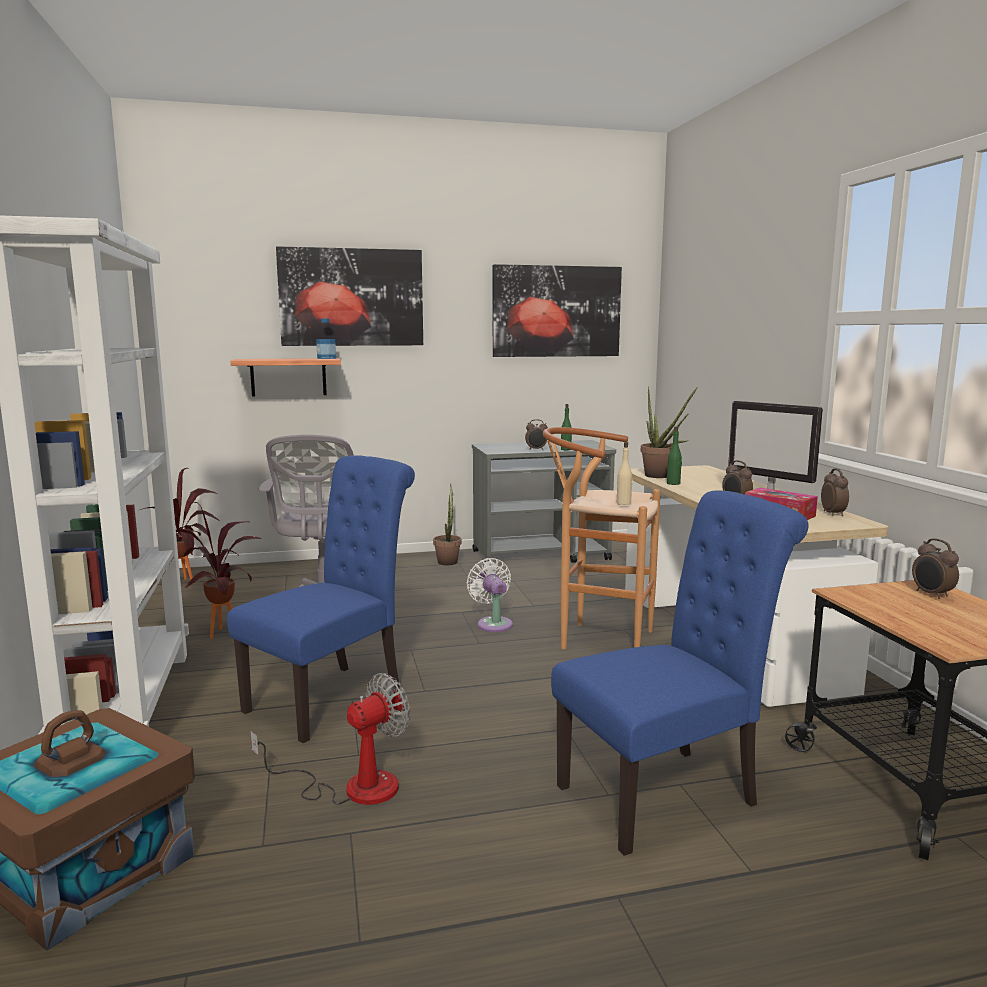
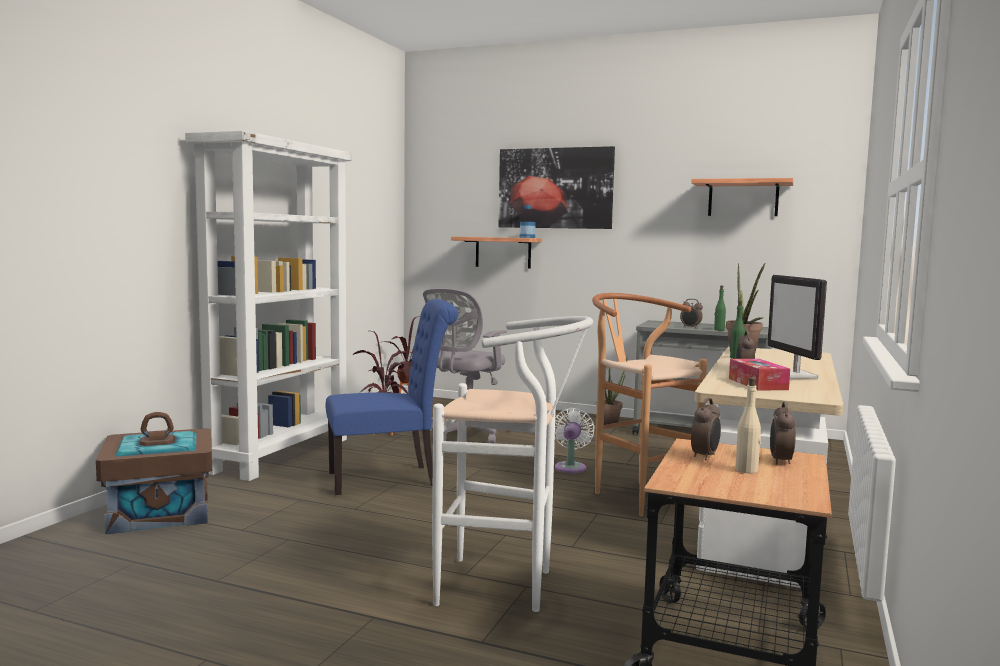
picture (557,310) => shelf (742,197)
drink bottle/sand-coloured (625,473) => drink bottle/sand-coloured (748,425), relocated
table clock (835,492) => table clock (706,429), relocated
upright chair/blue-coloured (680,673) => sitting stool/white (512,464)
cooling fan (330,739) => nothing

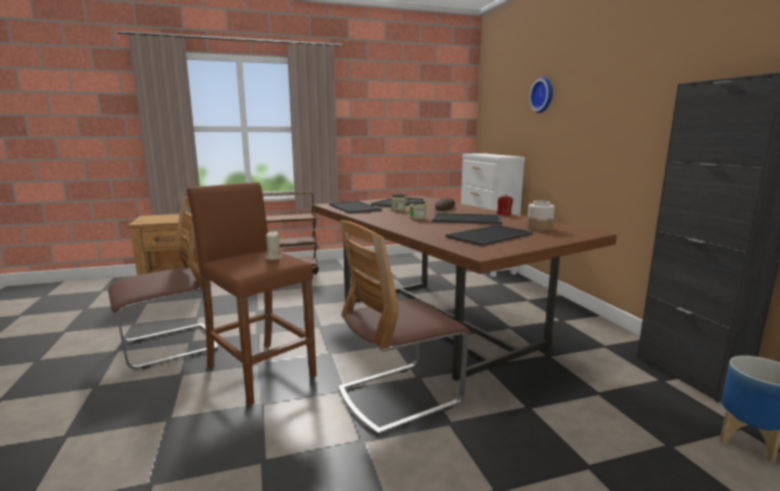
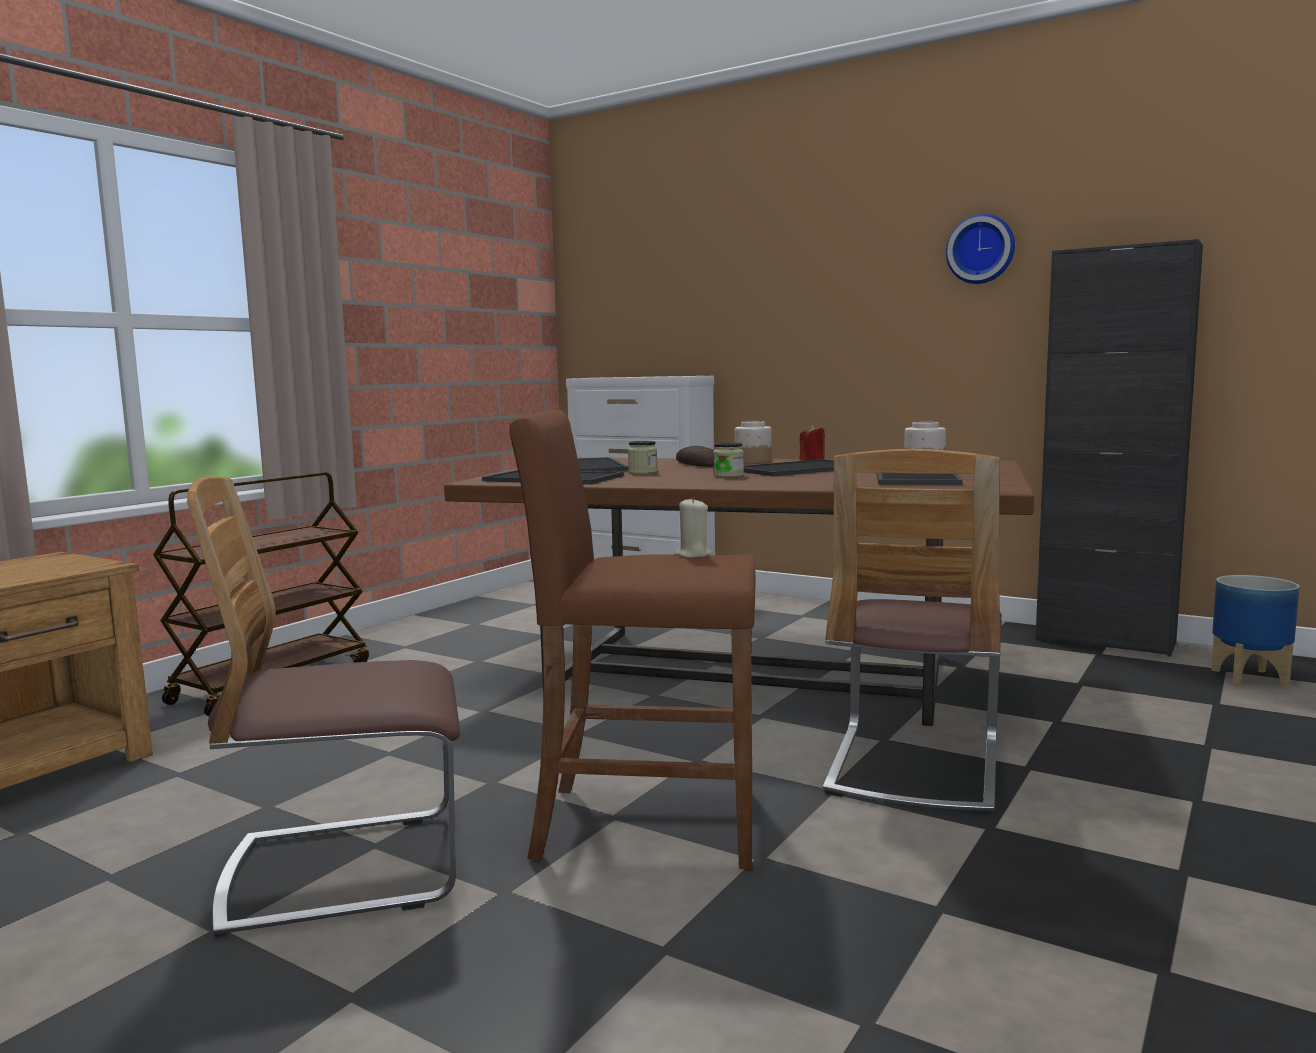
clock on the wall (541,95) => clock on the wall (980,249), relocated
upright chair (163,283) => upright chair (323,707), 120 degrees counterclockwise
nothing => jar (753,442)

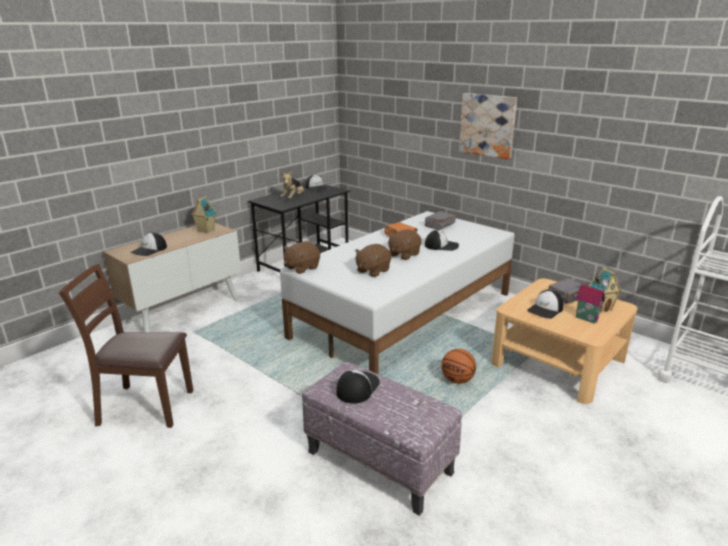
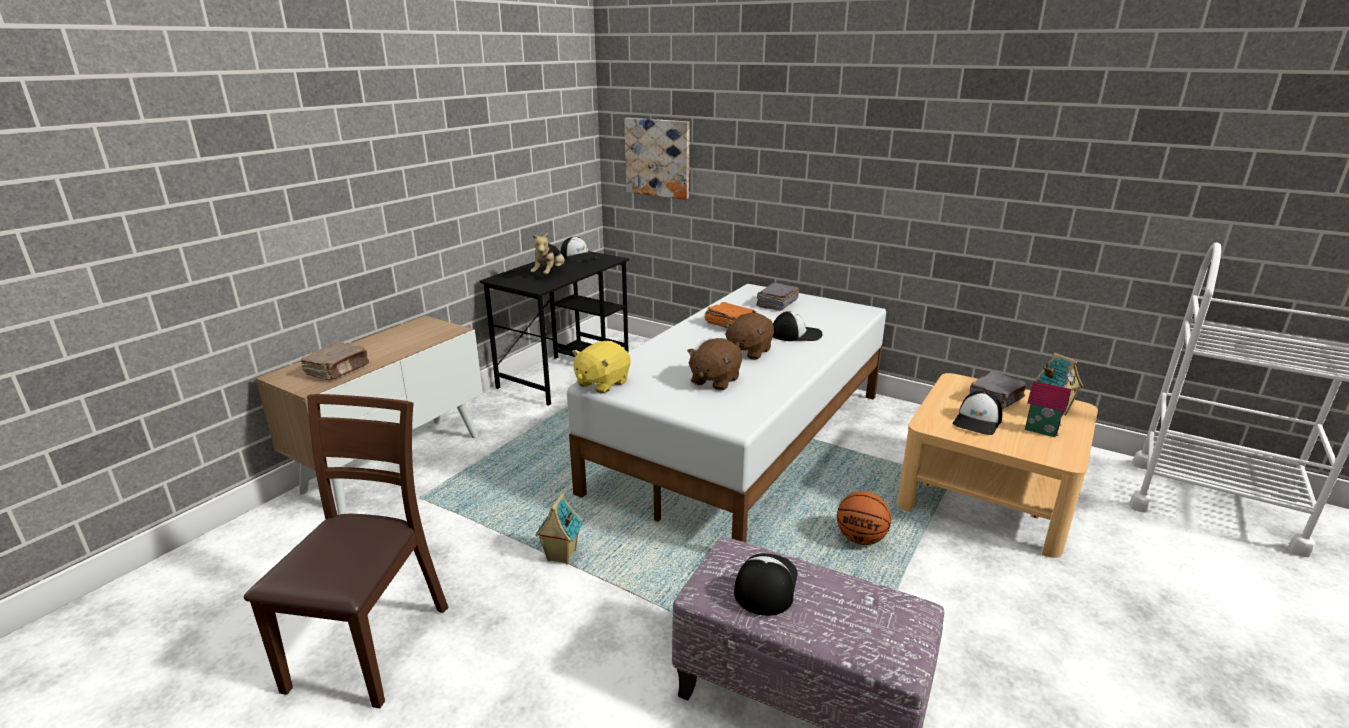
picture (488,126) => picture (657,159), relocated
model house (204,214) => model house (559,529), relocated
peaked cap (149,244) => volume/brown-coloured (335,361)
plush toy/brown-coloured (302,257) => plush toy/yellow-coloured (601,367)
upright chair/brown-coloured (126,346) => upright chair/brown-coloured (346,551), 105 degrees clockwise

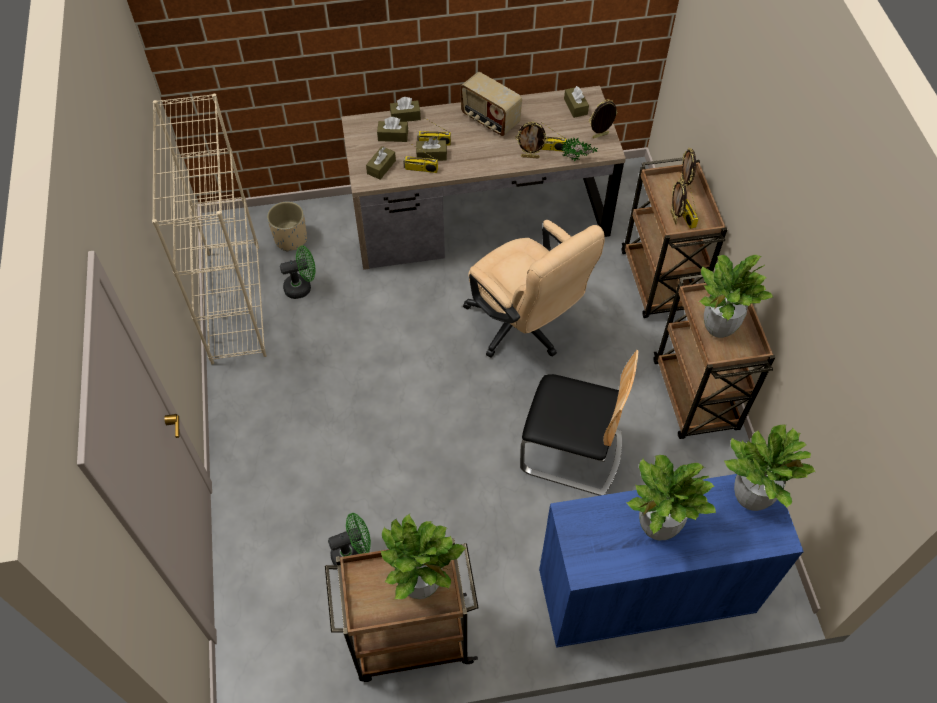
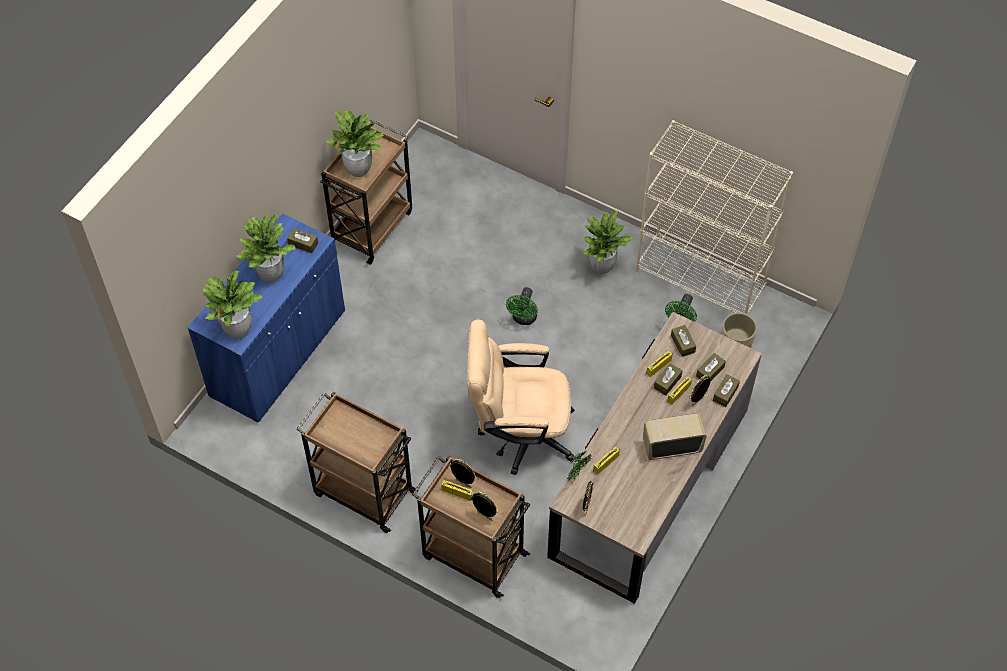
tissue box/brown-coloured (576,102) => tissue box/brown-coloured (302,240), relocated
photo frame (531,140) => photo frame (699,391), relocated
potted plant (736,296) => potted plant (608,242), relocated
upright chair (579,423) => nothing
cooling fan/green (349,539) => cooling fan/green (522,306), relocated

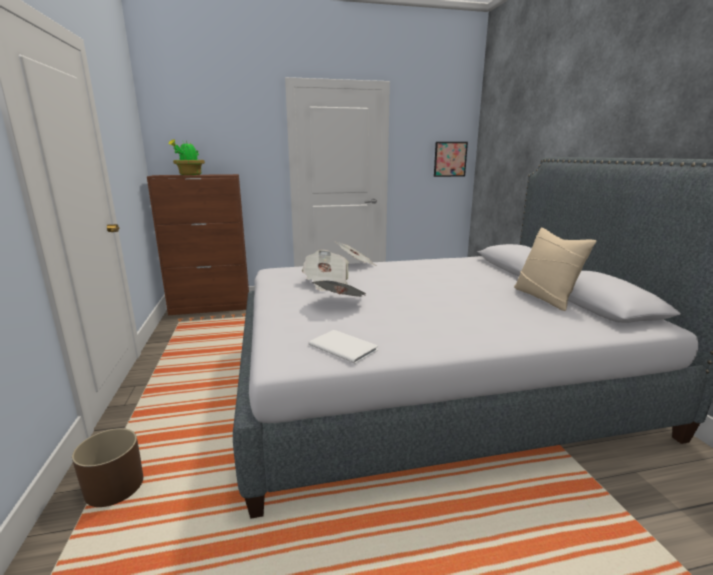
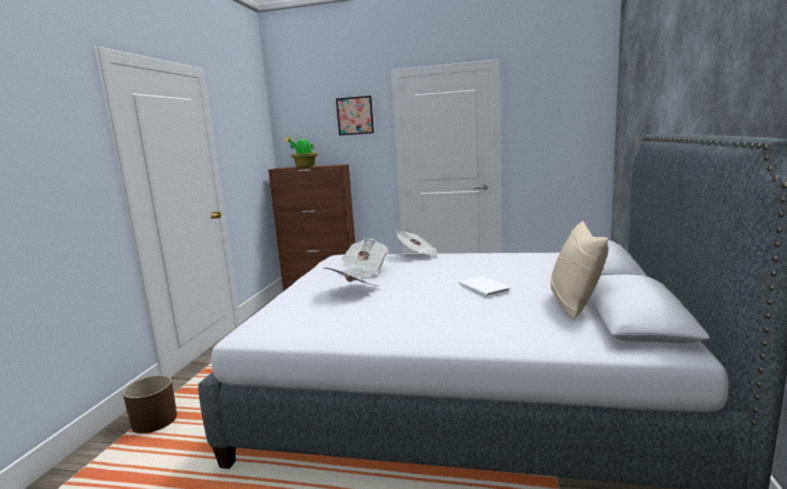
picture (451,159) => picture (355,115), relocated
volume/white (343,347) => volume/white (485,286), relocated

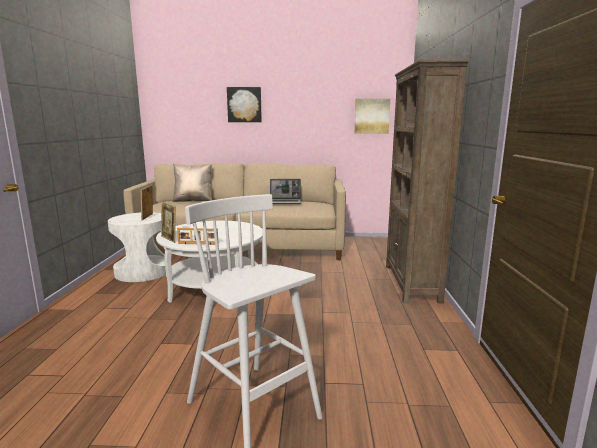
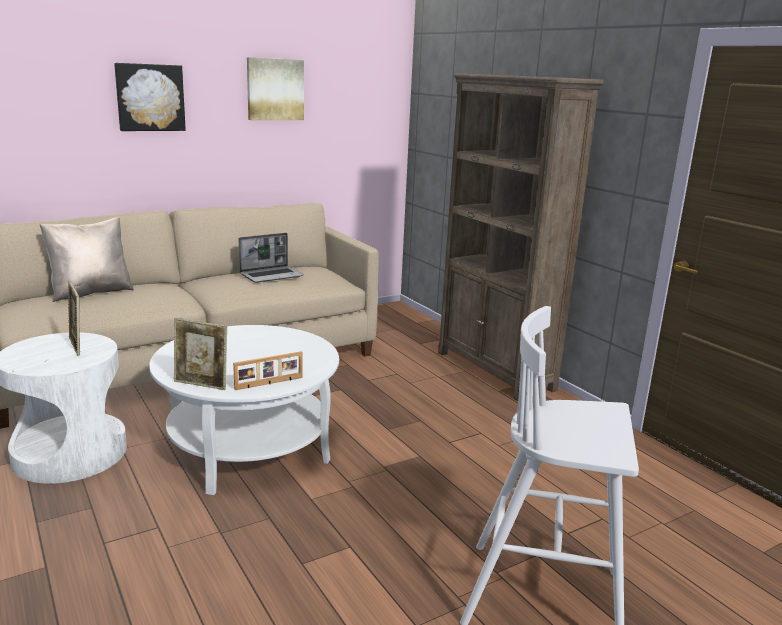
picture (372,116) => picture (275,88), relocated

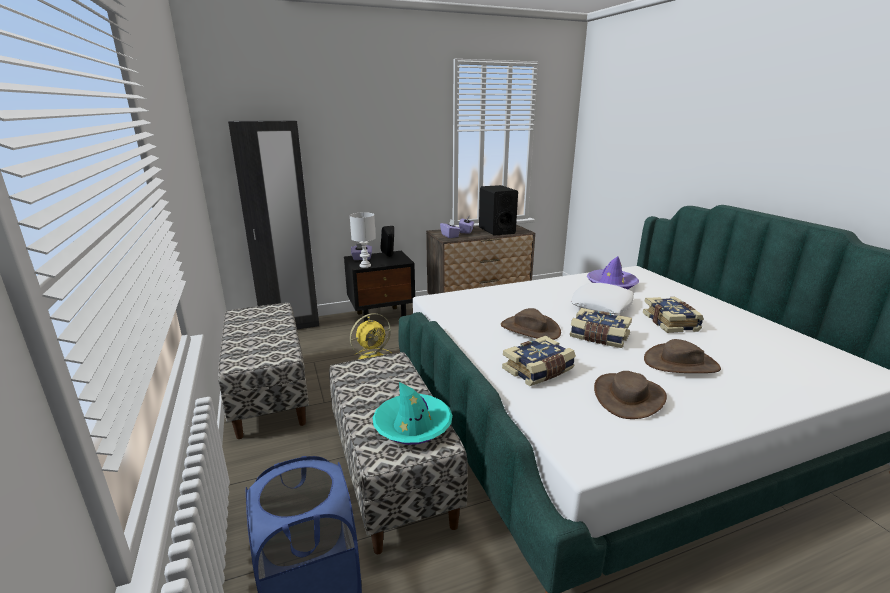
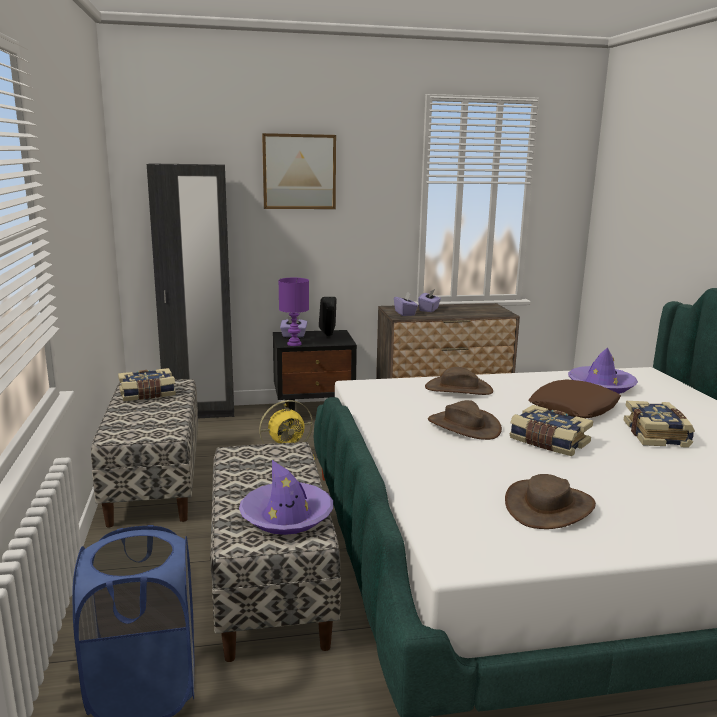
loudspeaker/black (498,210) => nothing
lamp for a table/white (363,240) => lamp for a table/purple-coloured (293,312)
cushion/white (602,298) => cushion/brown-coloured (575,398)
volume (539,361) => volume (147,384), relocated
hat/brown-coloured (682,356) => hat/brown-coloured (459,381), relocated
hat/turquoise (413,413) => hat/purple-coloured (286,497)
nothing => picture (299,171)

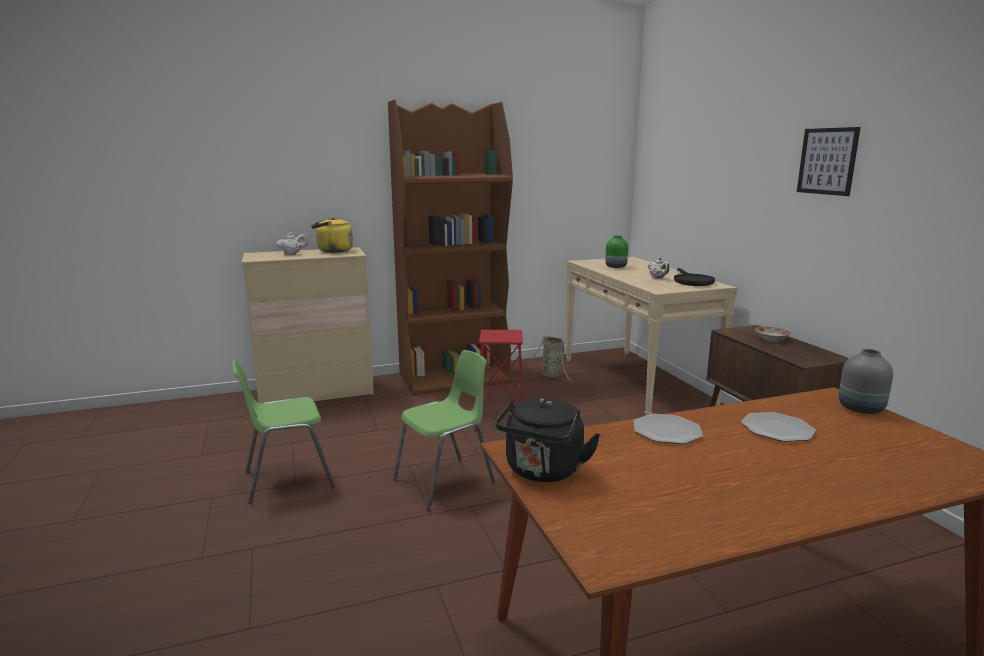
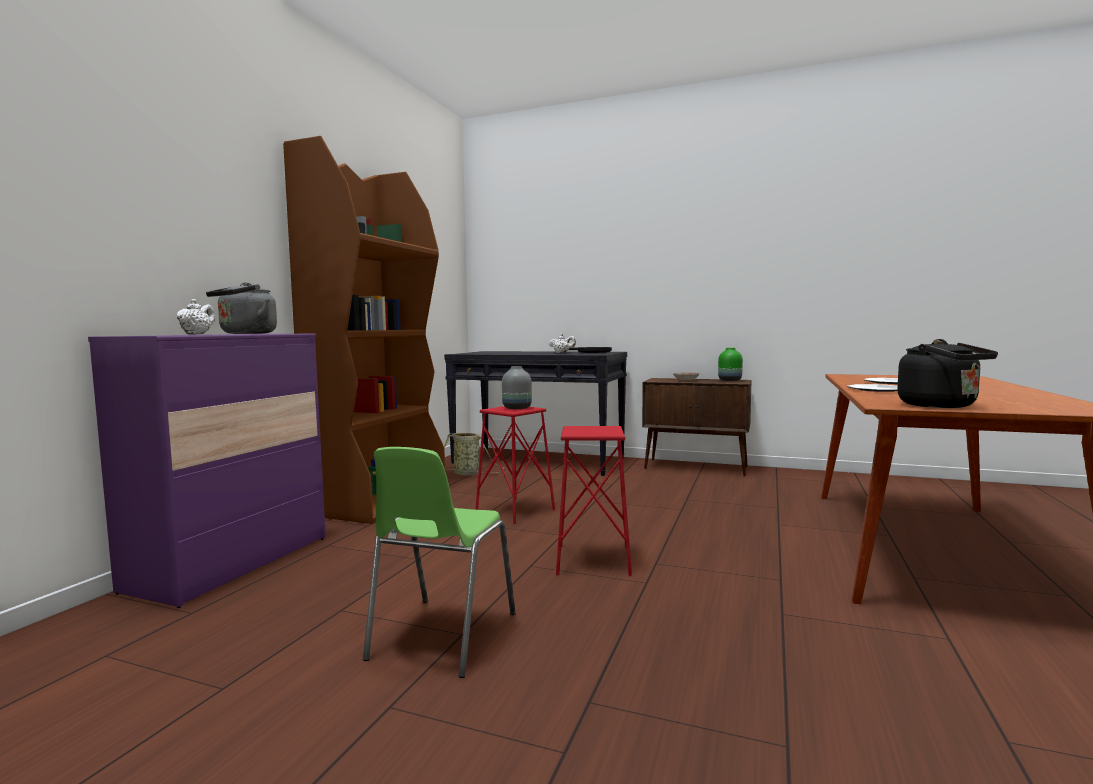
picture (829,161) => nothing
kettle/yellow-coloured (332,235) => kettle/greyish (241,308)
decorative vase/green (616,252) => decorative vase/green (730,364), relocated
dresser/sand-coloured (308,325) => dresser/purple-coloured (207,470)
console table/sand-coloured (652,336) => console table/black (535,413)
decorative vase/greyish (866,381) => decorative vase/greyish (517,387), relocated
upright chair/green (444,430) => sitting stool/red (594,501)

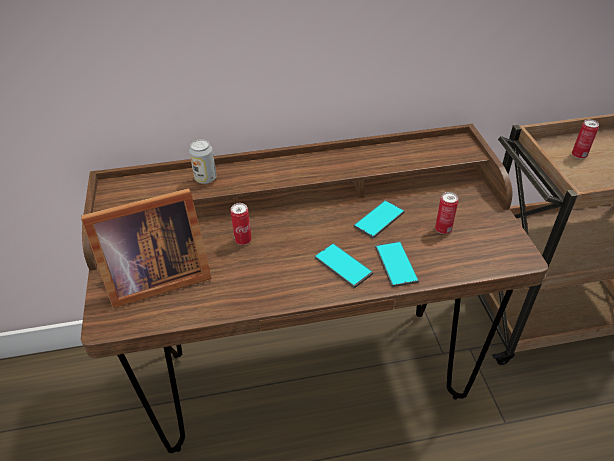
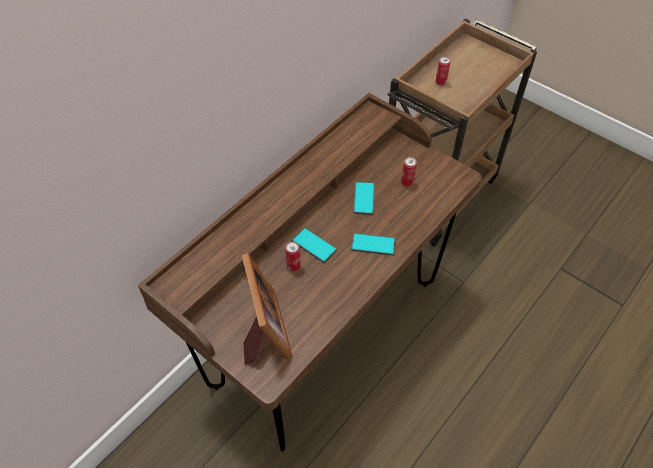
metal can (203,161) => nothing
photo frame (146,248) => photo frame (267,308), 45 degrees counterclockwise
telephone (397,264) => telephone (314,245), relocated

